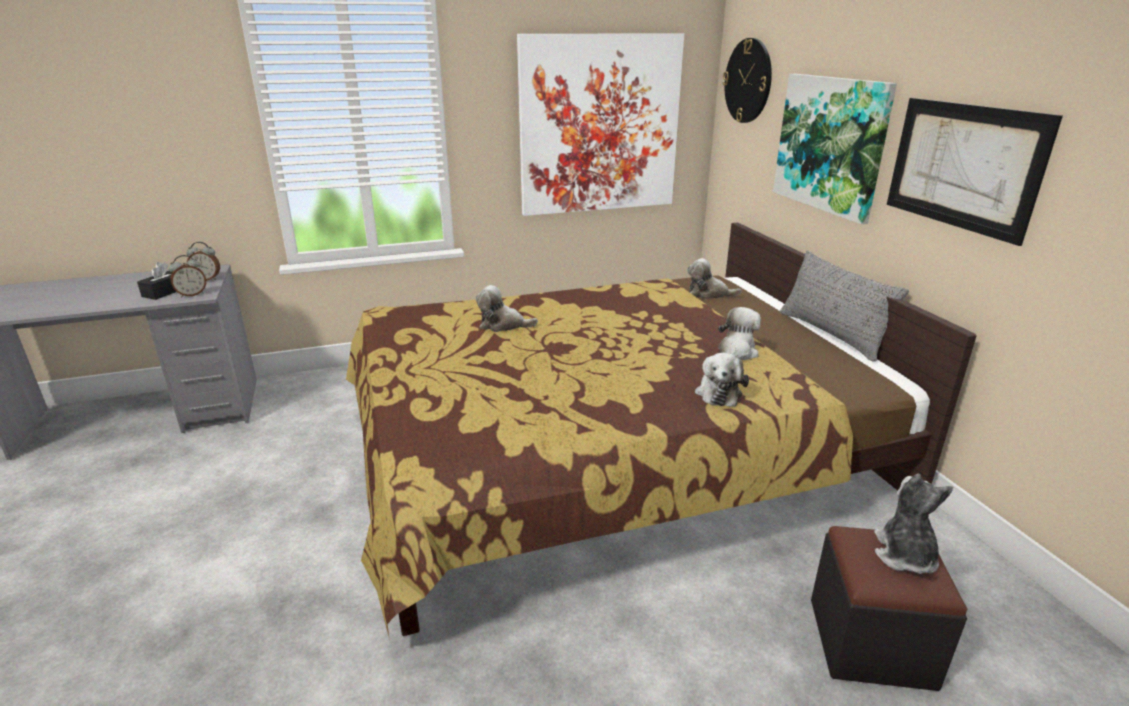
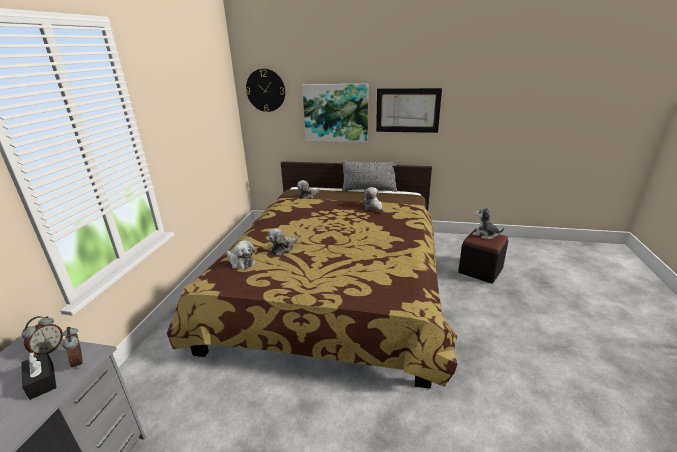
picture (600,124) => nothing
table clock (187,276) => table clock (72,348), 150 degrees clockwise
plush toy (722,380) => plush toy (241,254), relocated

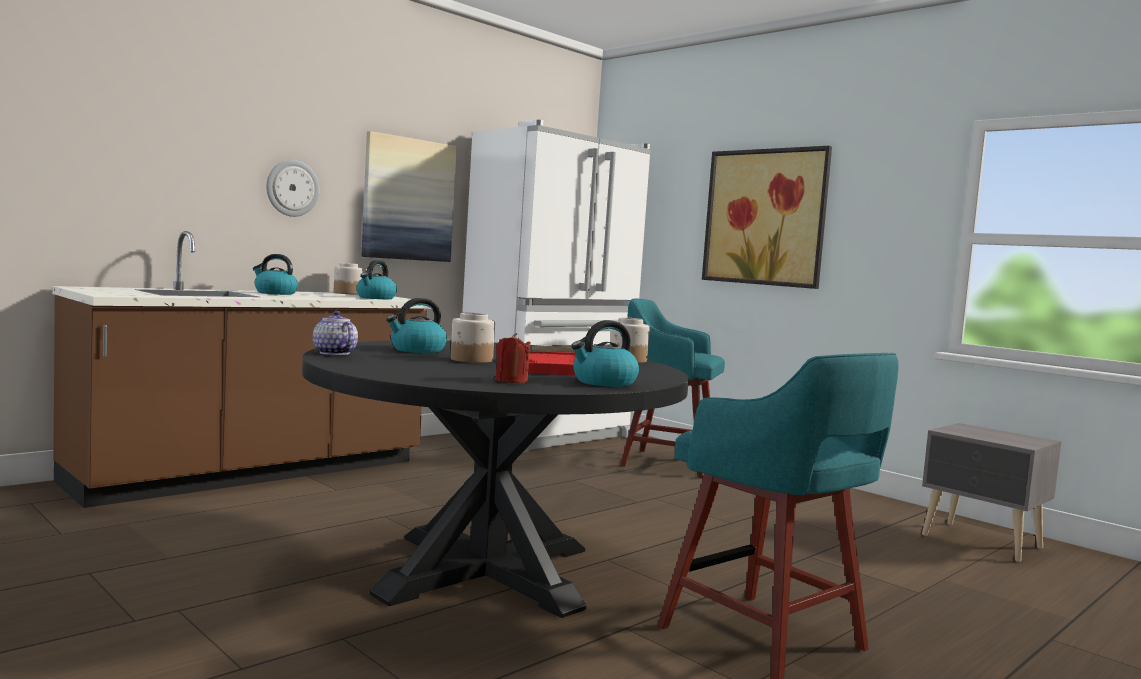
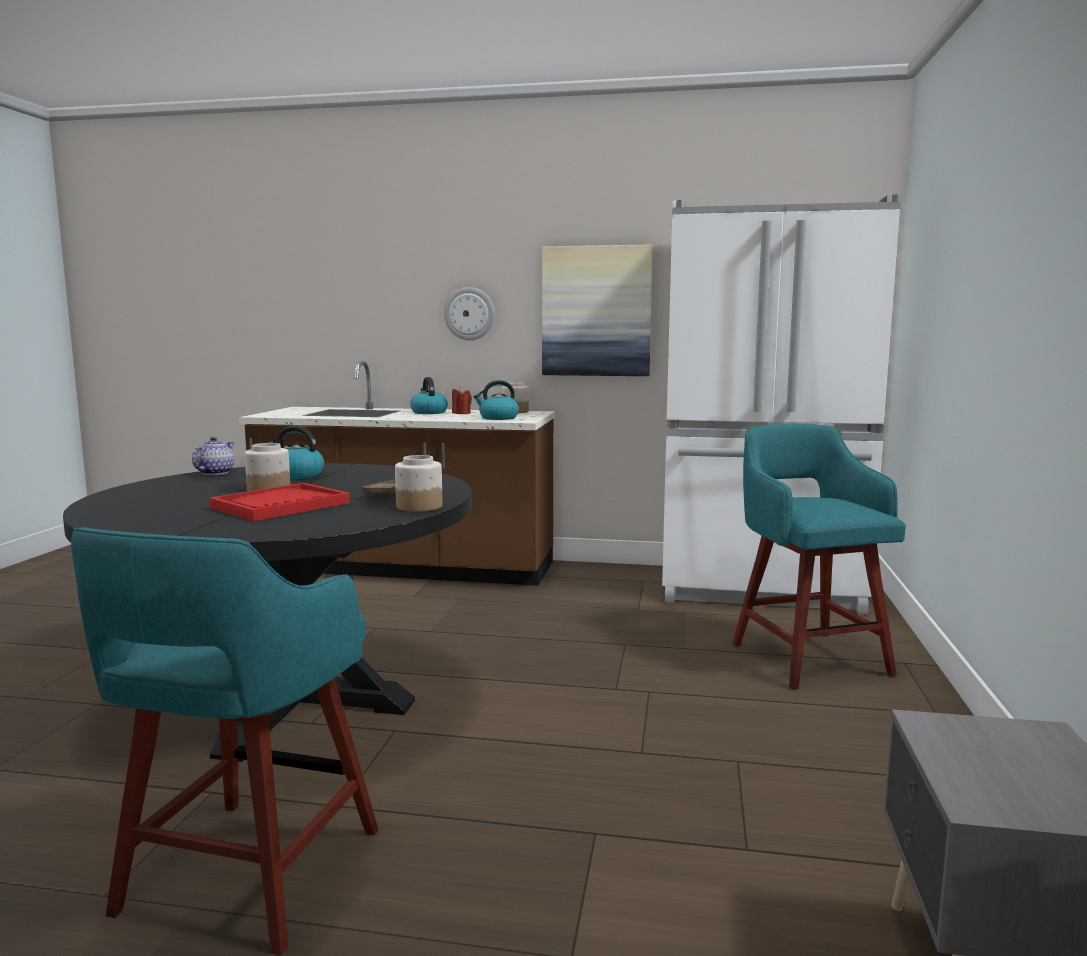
picture (767,217) => nothing
kettle (605,353) => nothing
wax light/red (513,358) => wax light/red (462,400), relocated

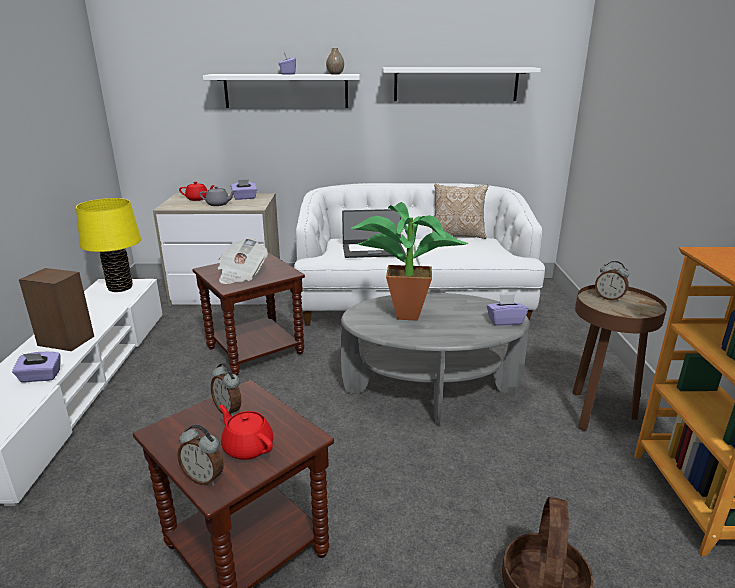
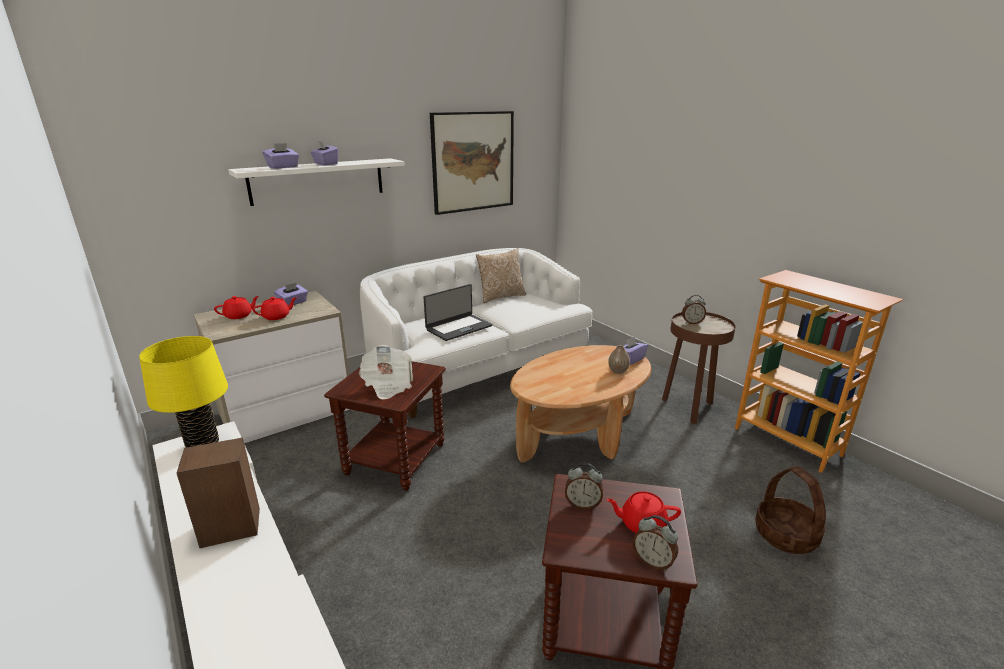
decorative vase (335,61) => decorative vase (619,359), relocated
shelf/white (462,84) => picture (472,163)
pot for tea/greyish (218,196) => pot for tea/red (274,308)
potted plant (409,261) => nothing
low table/greyish (435,359) => low table/brown-coloured (580,404)
tissue box/purple-coloured (36,367) => tissue box/purple-coloured (281,156), relocated
table clock (200,455) => table clock (655,543), 45 degrees clockwise

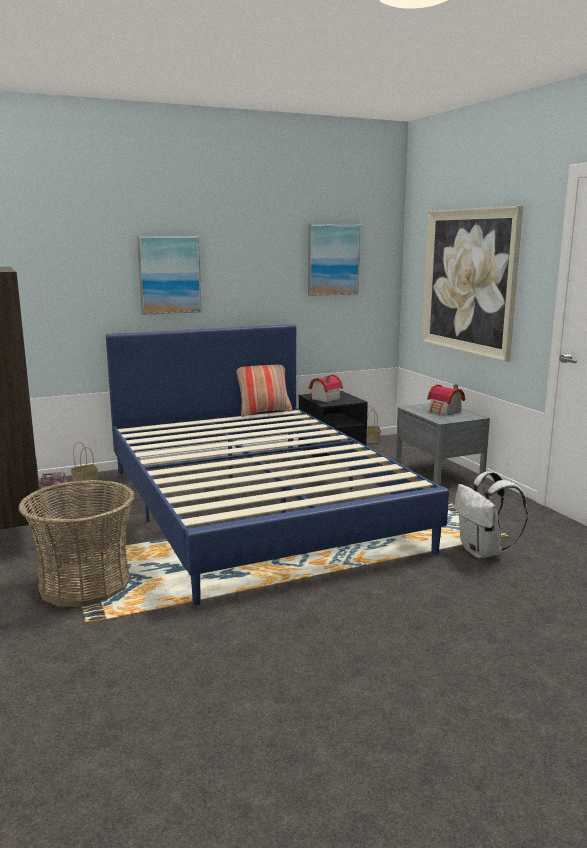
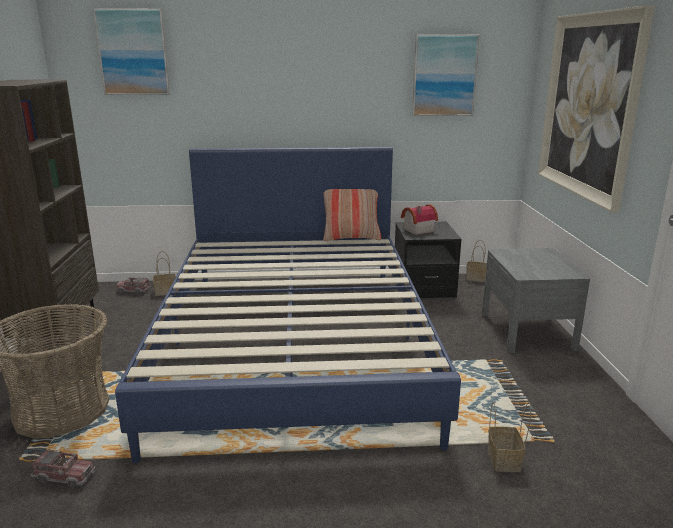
picture (169,275) => picture (131,51), relocated
model house (446,399) => nothing
knapsack/white (491,515) => basket (509,436)
nothing => toy lorry (63,468)

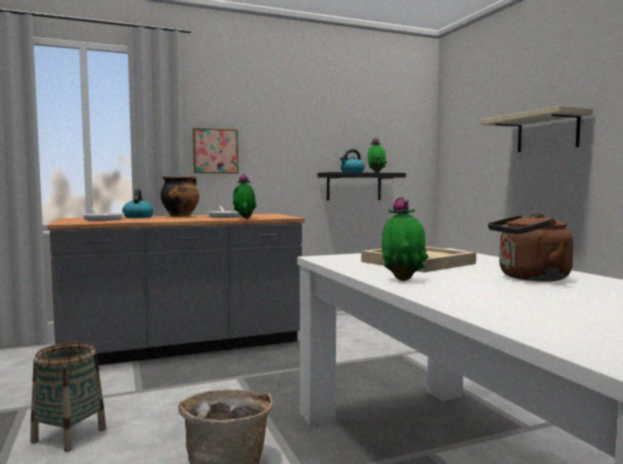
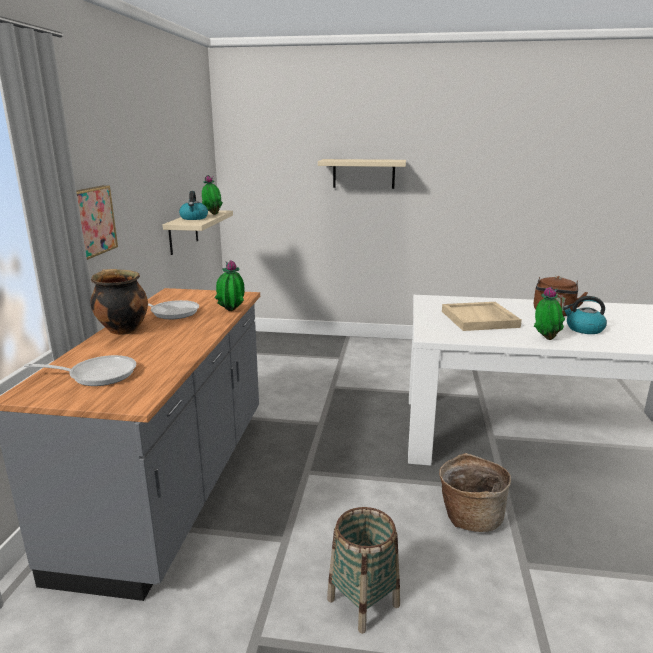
shelf/black (362,186) => shelf/sand-coloured (198,232)
kettle (138,203) => kettle (585,315), relocated

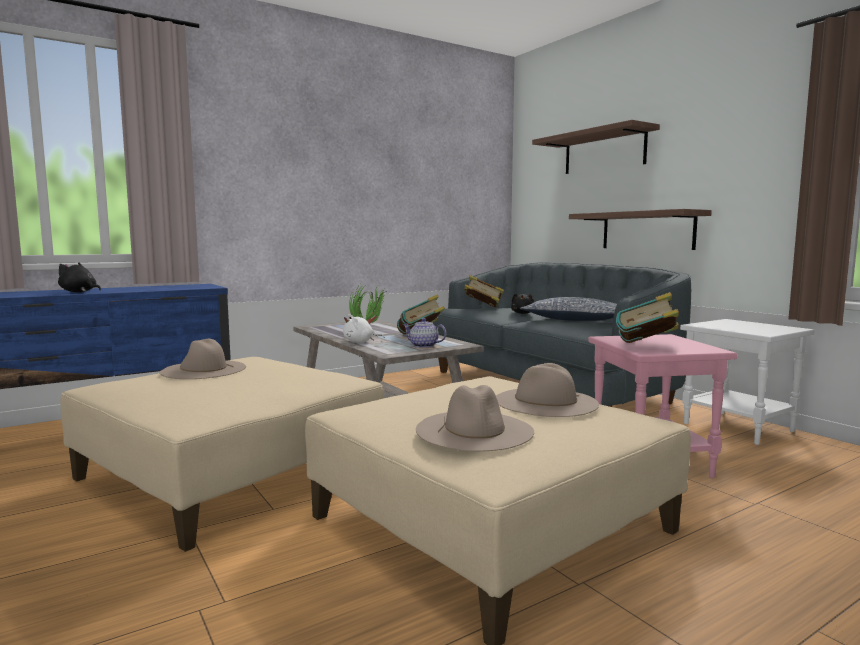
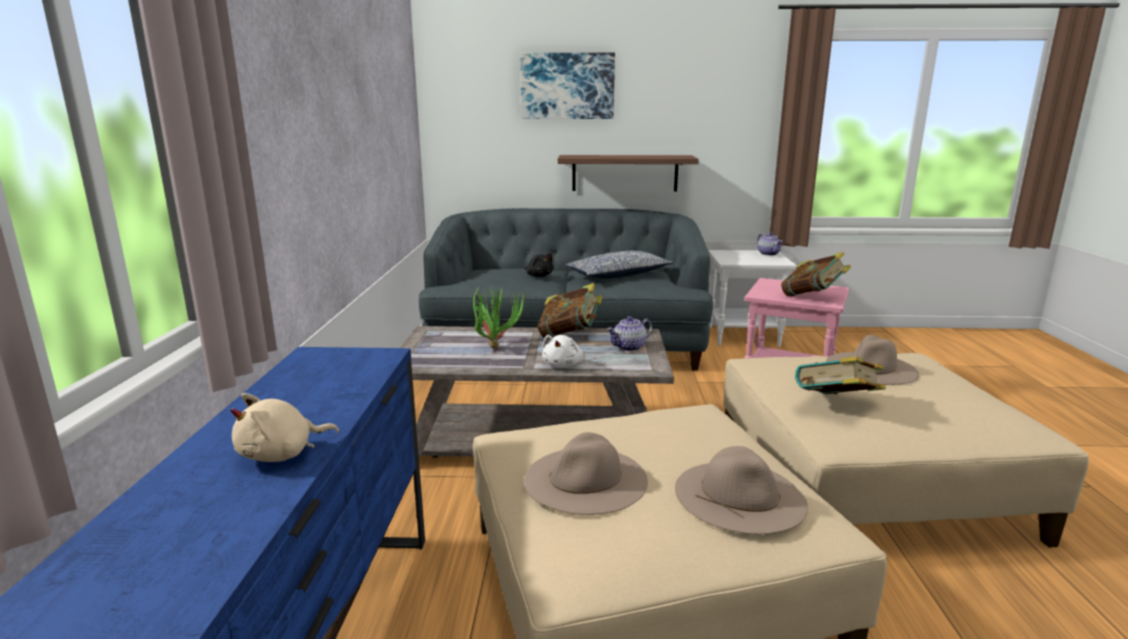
shelf (596,147) => picture (567,86)
plush toy/black (79,277) => plush toy/sand-coloured (284,427)
volume (483,291) => volume (840,375), relocated
hat/sand-coloured (475,418) => hat/sand-coloured (741,490), relocated
nothing => pot for tea (770,244)

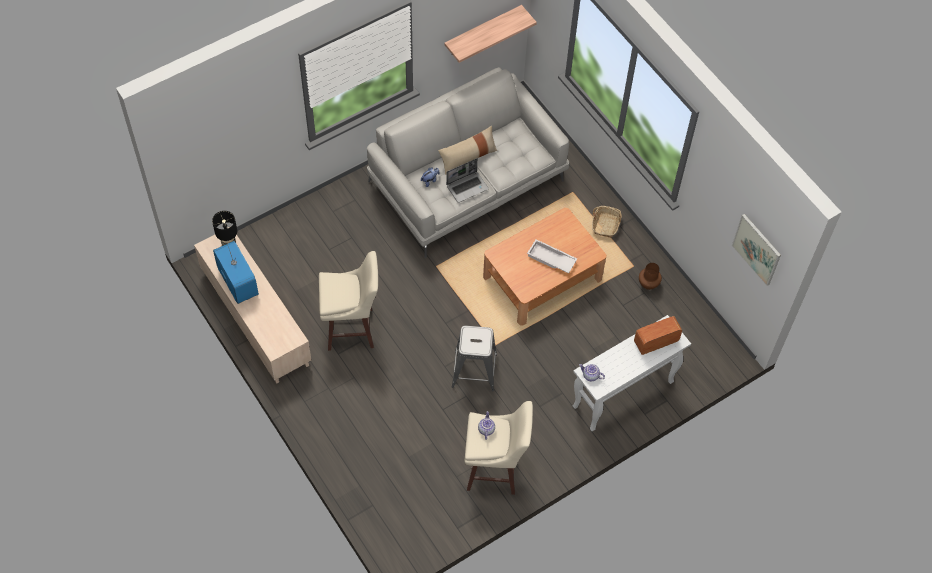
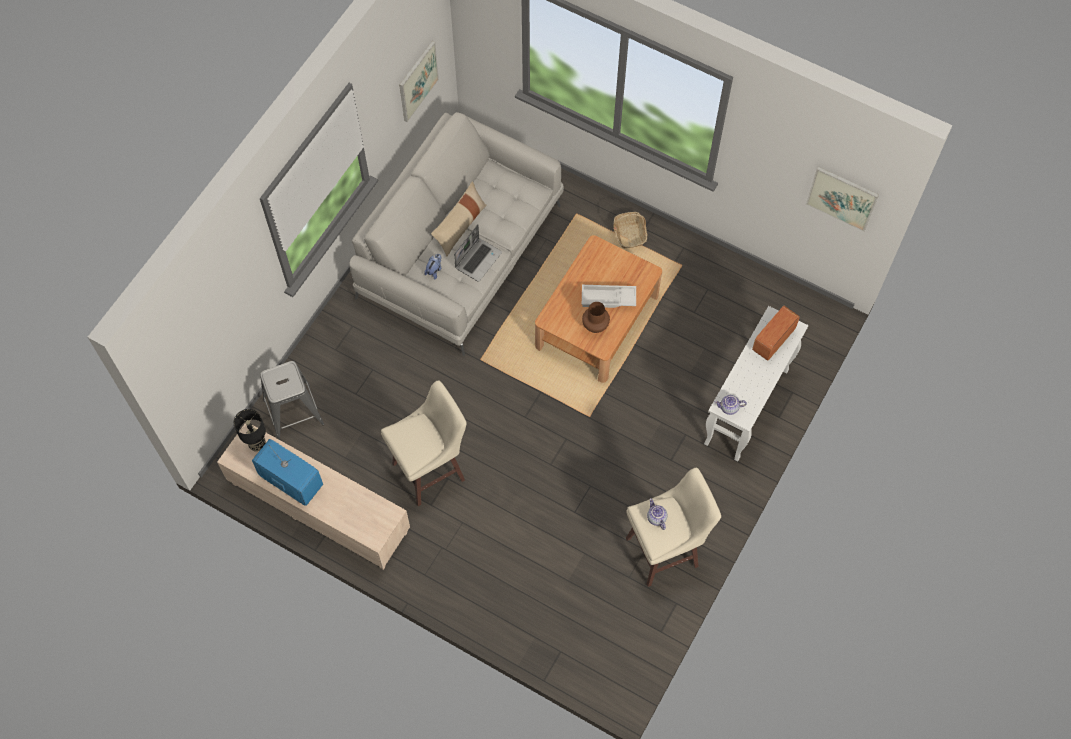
shelf (490,34) => picture (419,81)
decorative vase/brown-coloured (650,276) => decorative vase/brown-coloured (596,317), relocated
sitting stool/greyish (474,358) => sitting stool/greyish (292,400), relocated

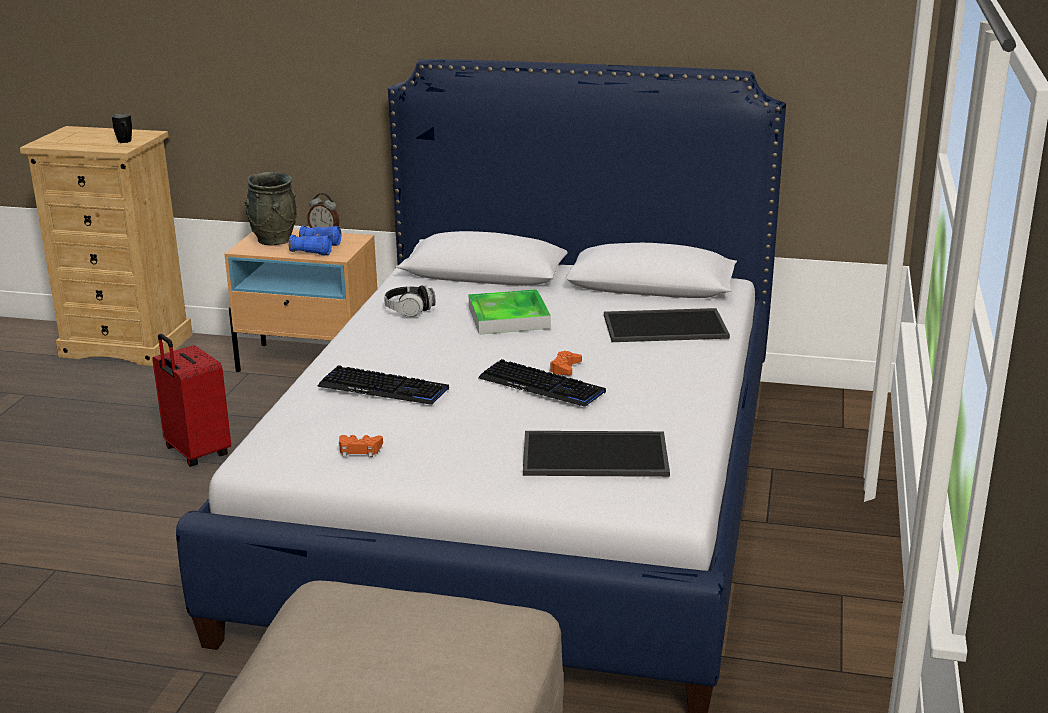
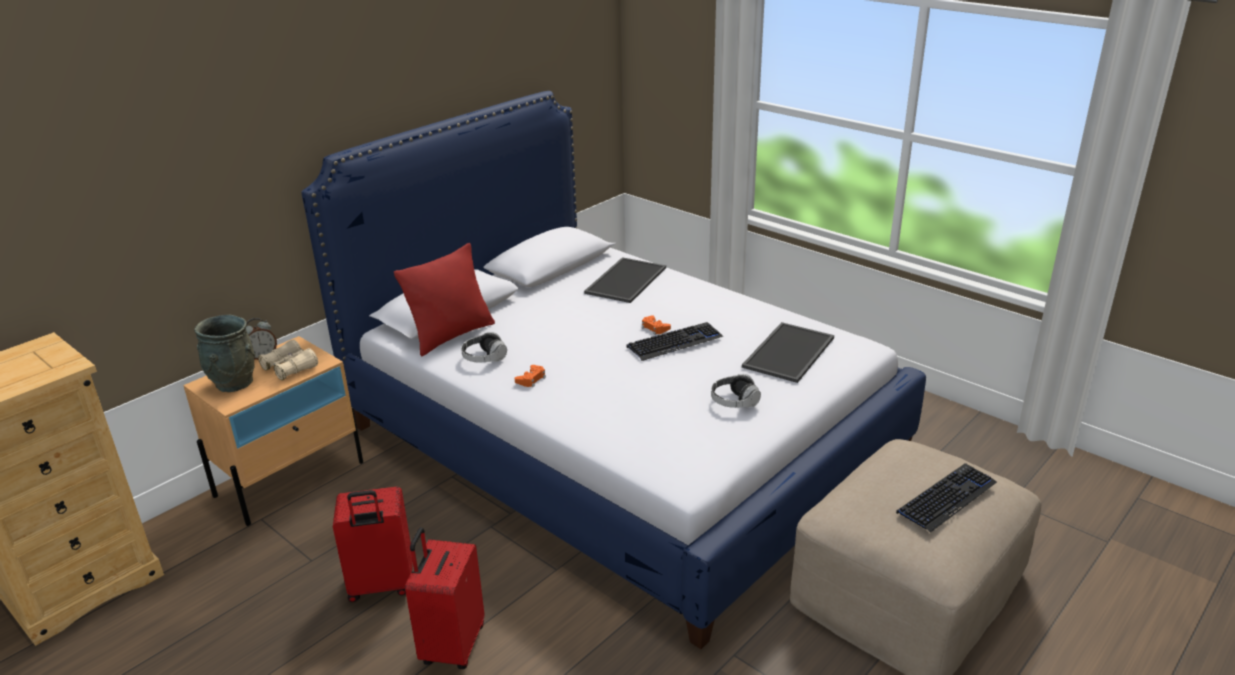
tea mug/black (122,128) => nothing
field glasses/blue-coloured (315,240) => field glasses/sand-coloured (288,359)
tray (510,312) => nothing
PC keyboard (383,385) => PC keyboard (946,498), relocated
gamepad/orange (361,446) => gamepad/orange (530,376), relocated
nothing => cushion/red (444,300)
nothing => pair of headphones (736,391)
nothing => travel case/red (444,598)

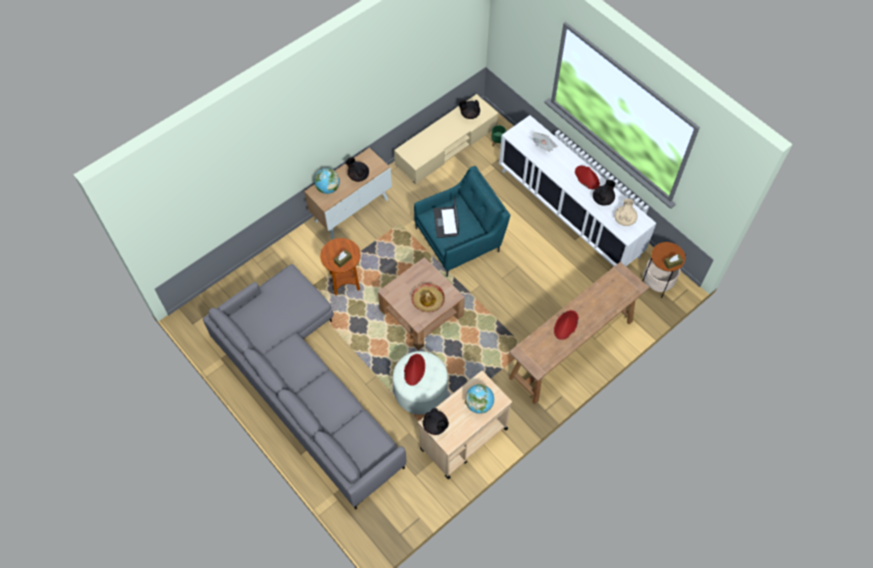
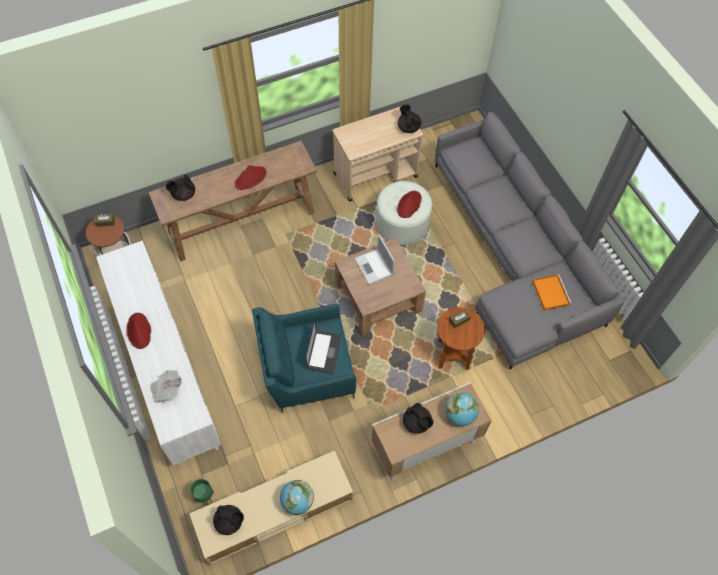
pot for tea/black (604,193) => pot for tea/black (180,188), relocated
pot for tea/sand-coloured (626,212) => nothing
hat (428,297) => laptop (375,260)
desk globe (479,399) => desk globe (297,497), relocated
nothing => tray/orange (551,292)

